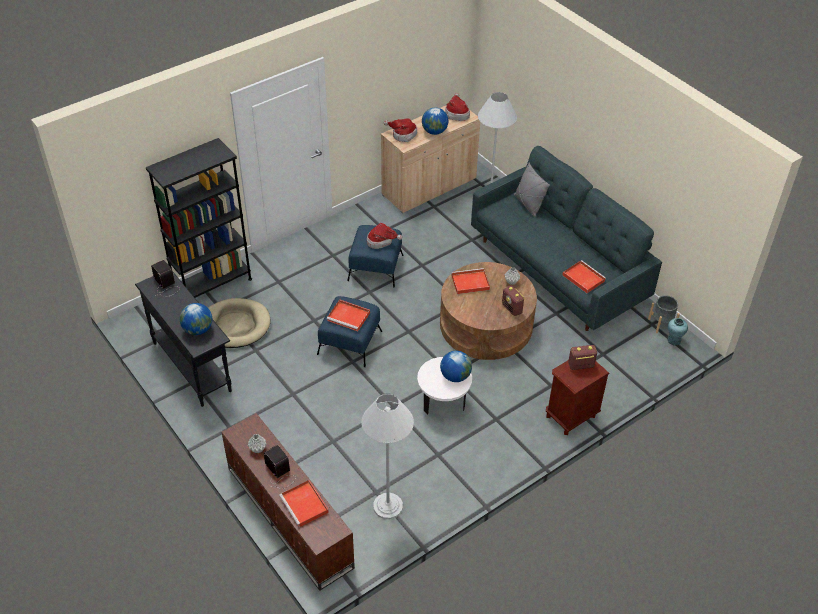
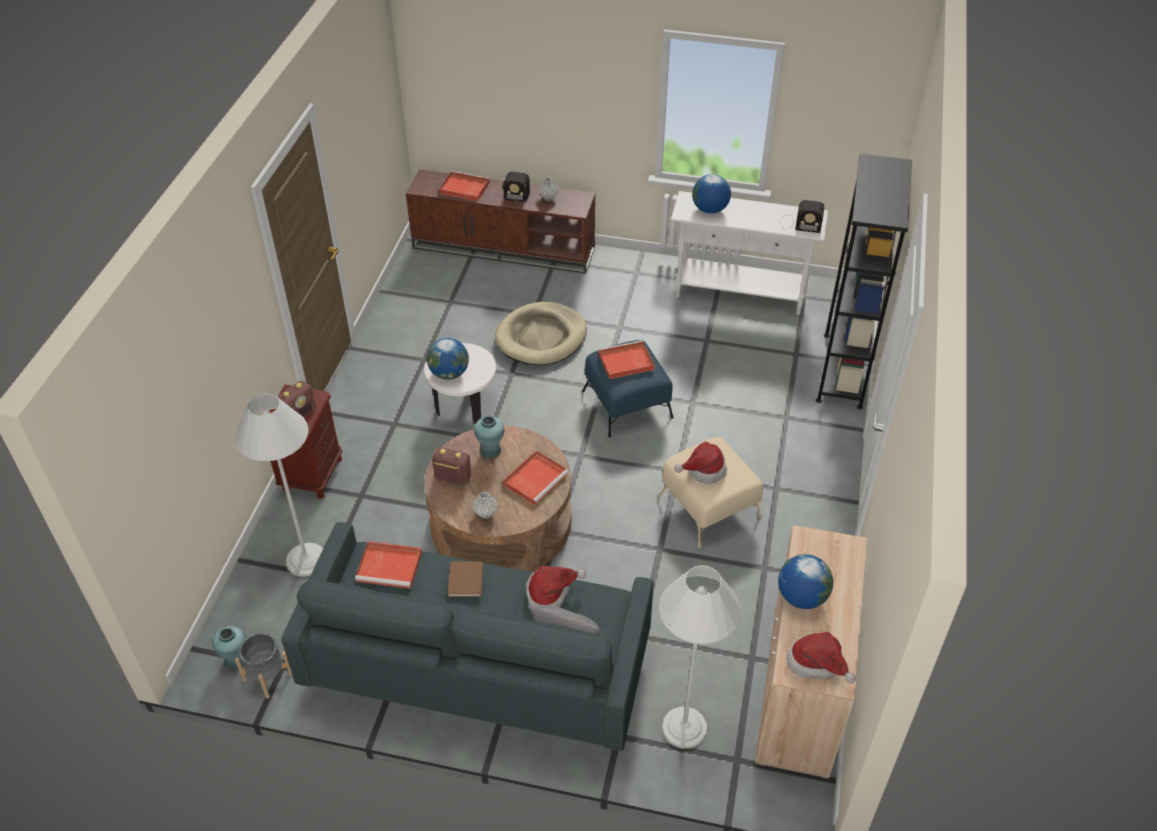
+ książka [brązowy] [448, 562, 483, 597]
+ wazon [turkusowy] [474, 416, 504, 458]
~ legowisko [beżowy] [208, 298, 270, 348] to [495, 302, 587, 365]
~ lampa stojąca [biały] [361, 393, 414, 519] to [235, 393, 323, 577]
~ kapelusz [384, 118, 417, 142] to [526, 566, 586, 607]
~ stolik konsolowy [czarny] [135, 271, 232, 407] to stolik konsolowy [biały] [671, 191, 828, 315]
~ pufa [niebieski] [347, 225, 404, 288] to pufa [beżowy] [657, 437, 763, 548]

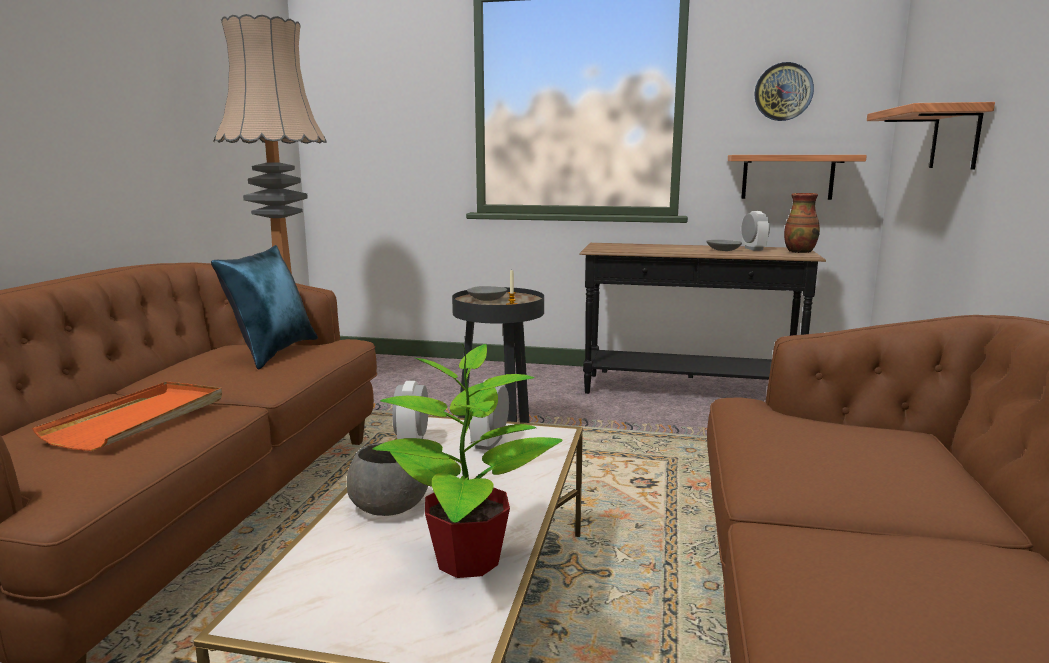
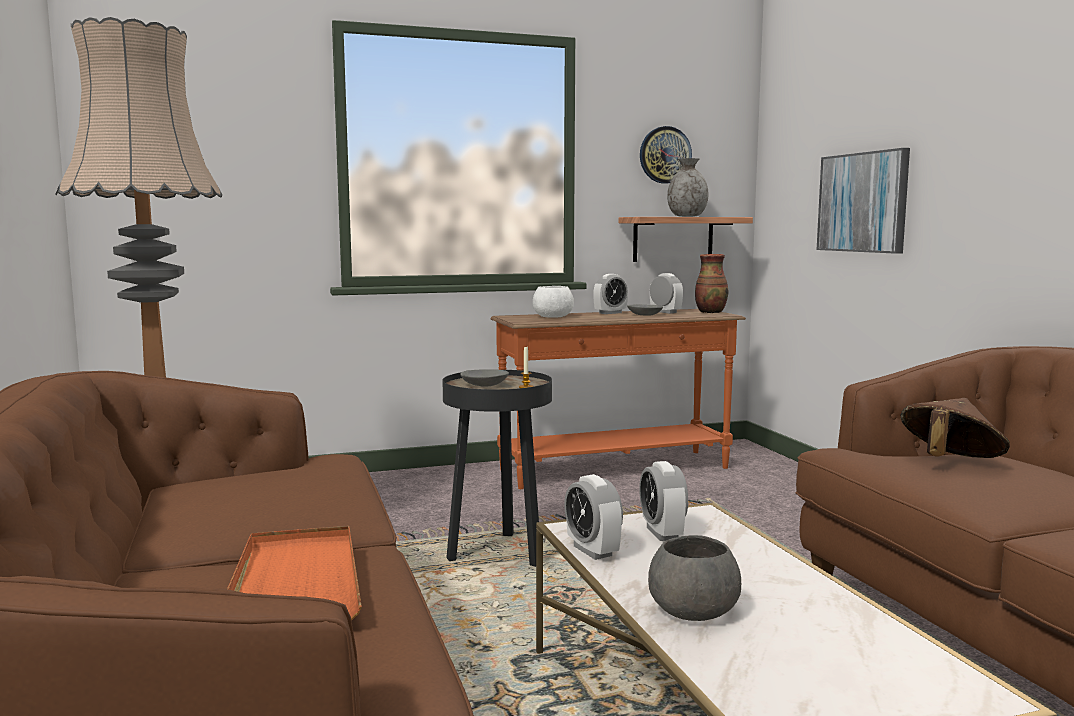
- poduszka [niebieski] [211, 245, 318, 370]
- roślina doniczkowa [372, 344, 563, 578]
+ miska [biały] [533, 286, 574, 318]
+ budzik [593, 274, 628, 314]
+ wazon [szary] [667, 158, 708, 217]
+ kapelusz [brązowy] [901, 398, 1010, 458]
~ półka [867, 102, 995, 170] to obraz [817, 148, 910, 254]
~ stolik konsolowy [czarny] [579, 243, 826, 394] to stolik konsolowy [pomarańczowy] [490, 309, 746, 489]

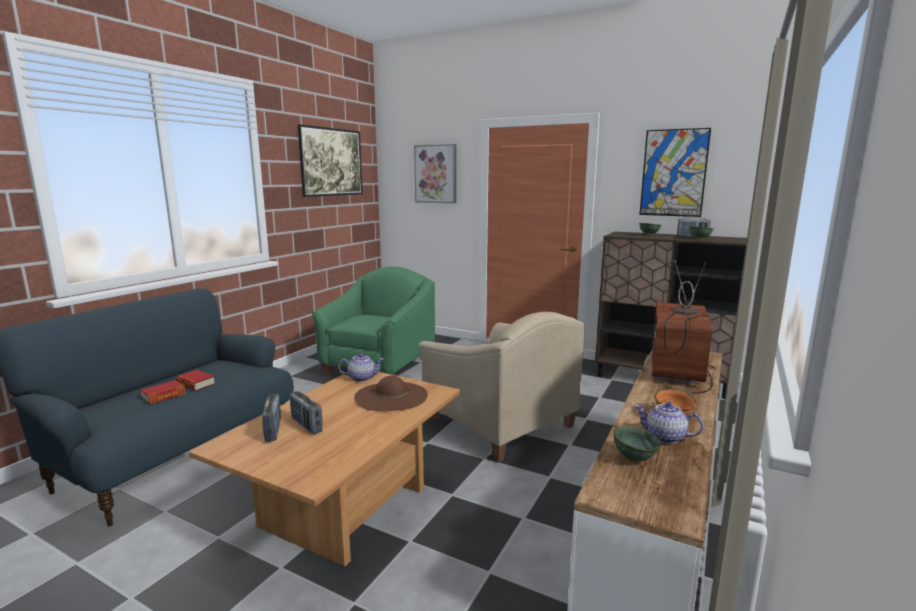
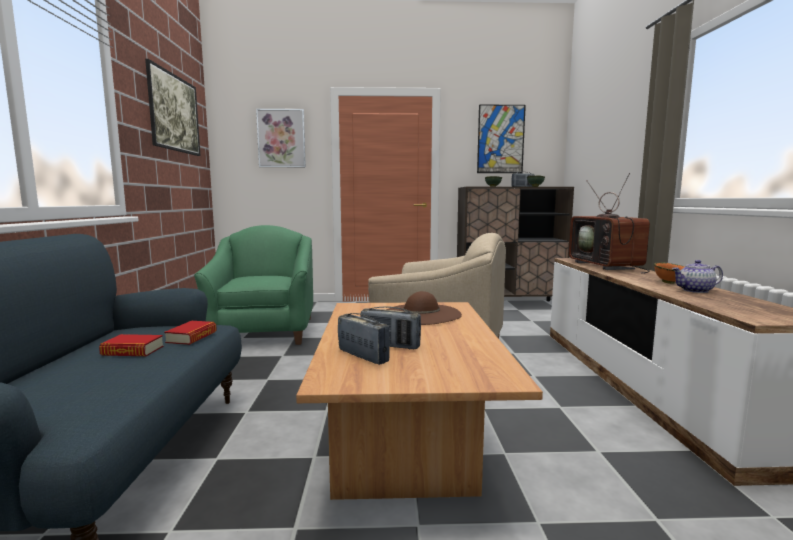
- imbryk [338, 353, 384, 382]
- miska [zielony] [613, 425, 661, 463]
~ książka [141, 380, 186, 404] to [164, 321, 217, 345]

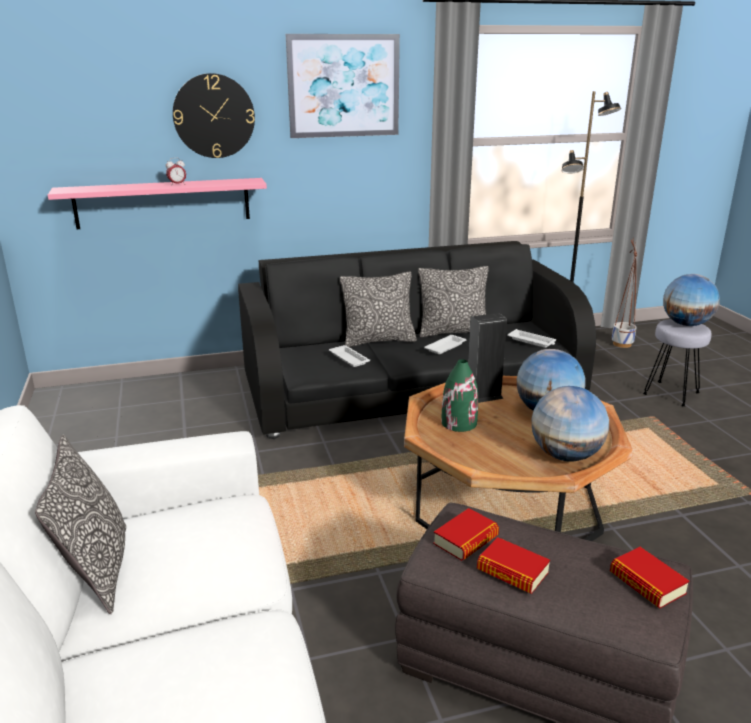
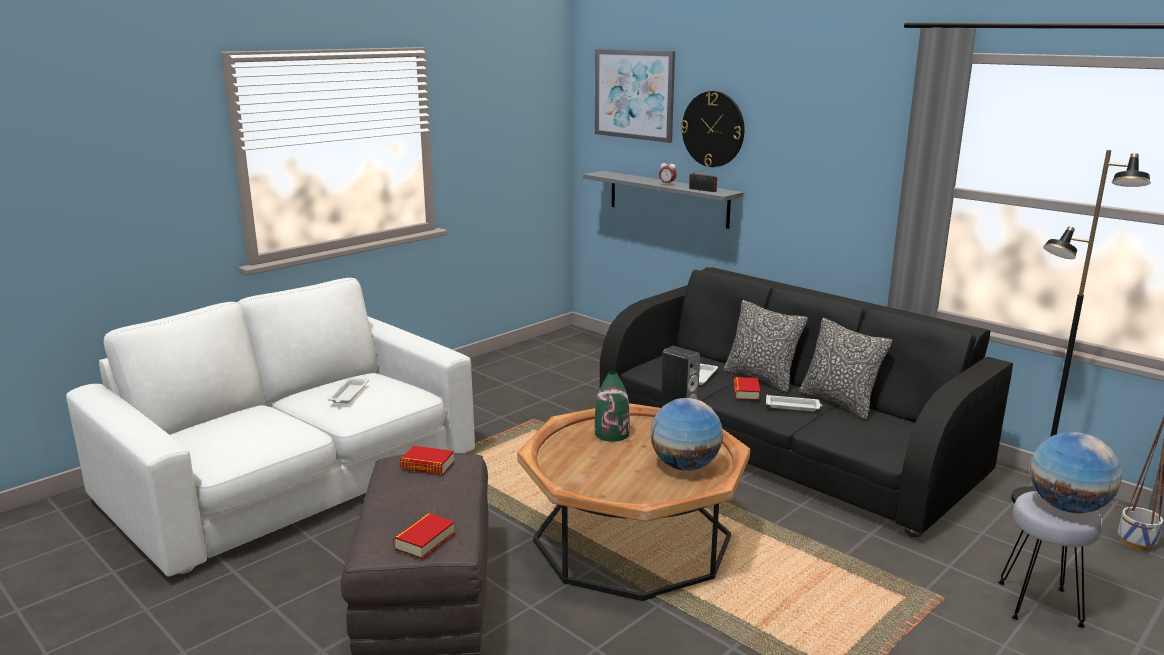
- poduszka [35, 434, 126, 614]
- globus [531, 386, 609, 462]
+ radio [689, 166, 718, 192]
~ obraz [286, 34, 400, 138] to [595, 49, 675, 143]
~ książka [477, 537, 550, 594] to [734, 377, 760, 400]
~ taca [biały] [508, 329, 556, 348] to [328, 378, 369, 404]
~ półka [różowy] [48, 178, 267, 229] to półka [szary] [583, 171, 744, 229]

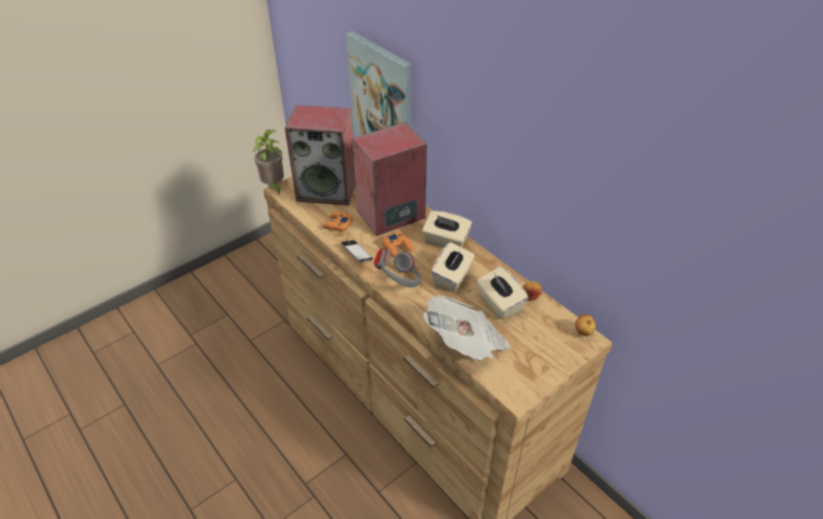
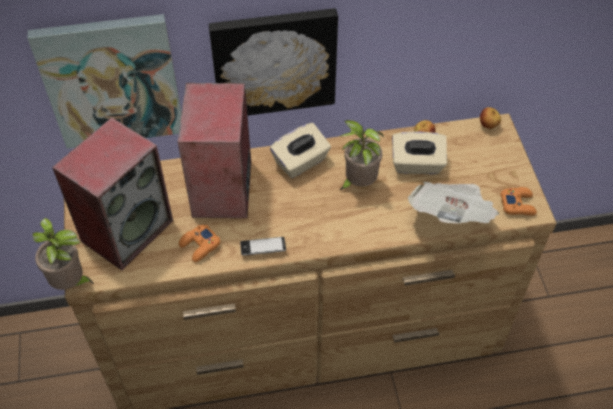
- słuchawki [szary] [374, 248, 421, 288]
+ obraz [209, 8, 338, 116]
~ pad do gier [pomarańczowy] [382, 232, 413, 258] to [500, 187, 537, 216]
~ pudełko chusteczek [beżowy] [431, 242, 475, 292] to roślina doniczkowa [340, 120, 384, 190]

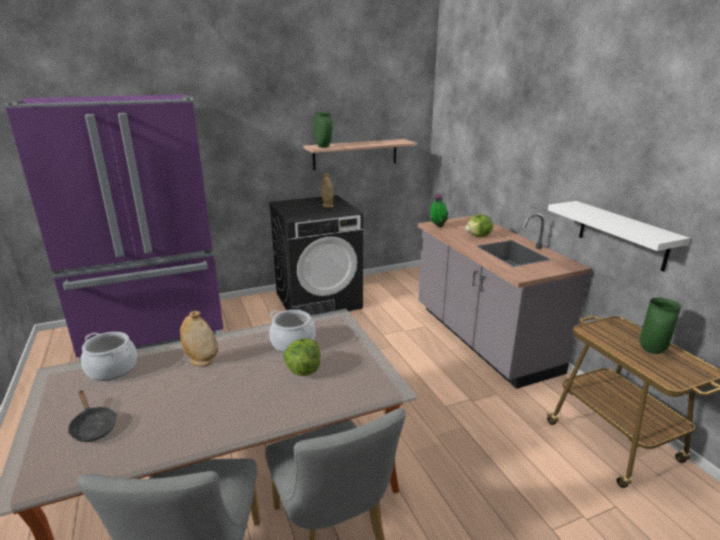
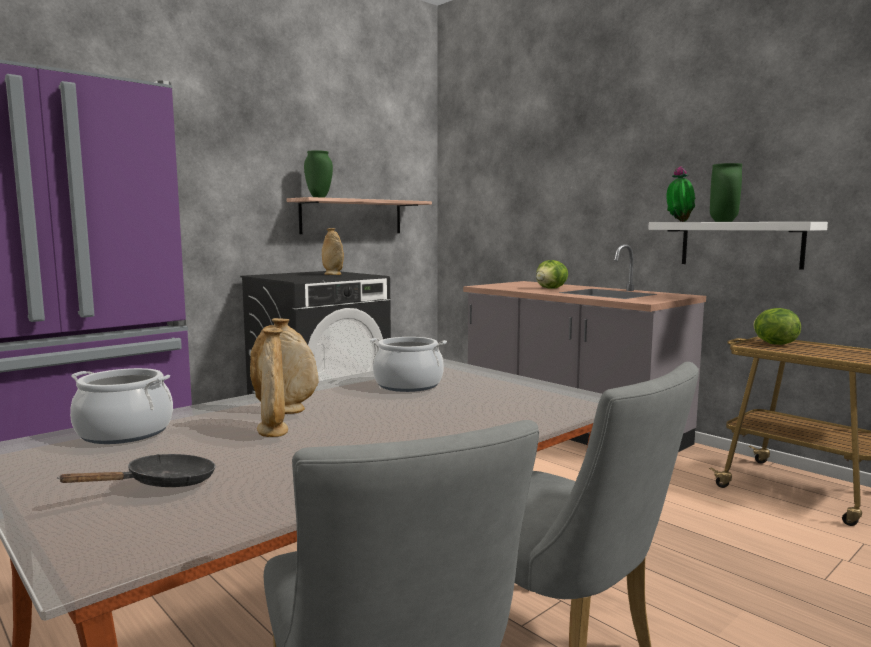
+ wazon [beżowy] [257, 328, 288, 437]
~ sałata [284, 339, 321, 376] to [753, 308, 801, 345]
~ roślina doniczkowa [430, 193, 449, 228] to [666, 166, 695, 222]
~ wazon [zielony] [640, 298, 681, 354] to [710, 163, 742, 222]
~ patelnia [czarny] [68, 390, 116, 442] = [57, 454, 216, 487] 75 degrees counterclockwise

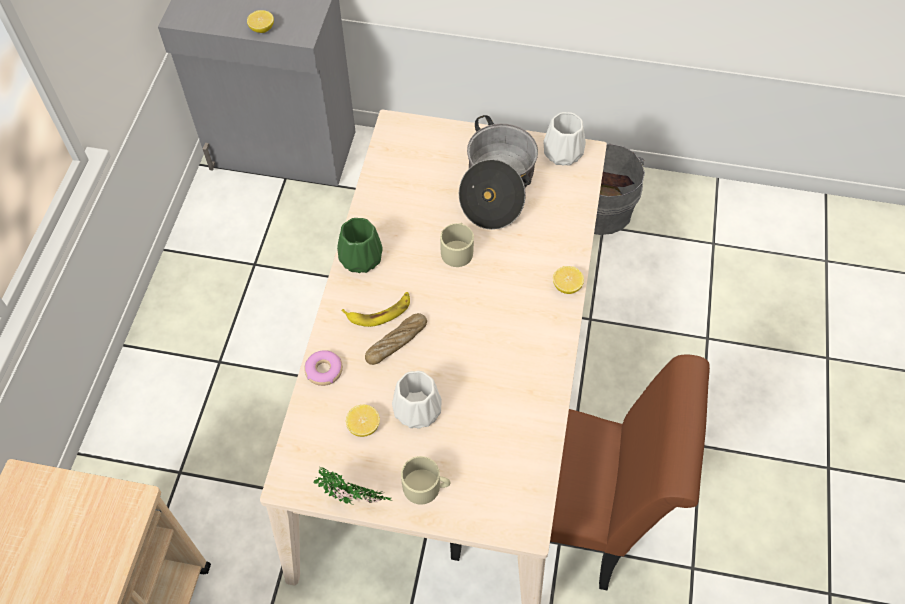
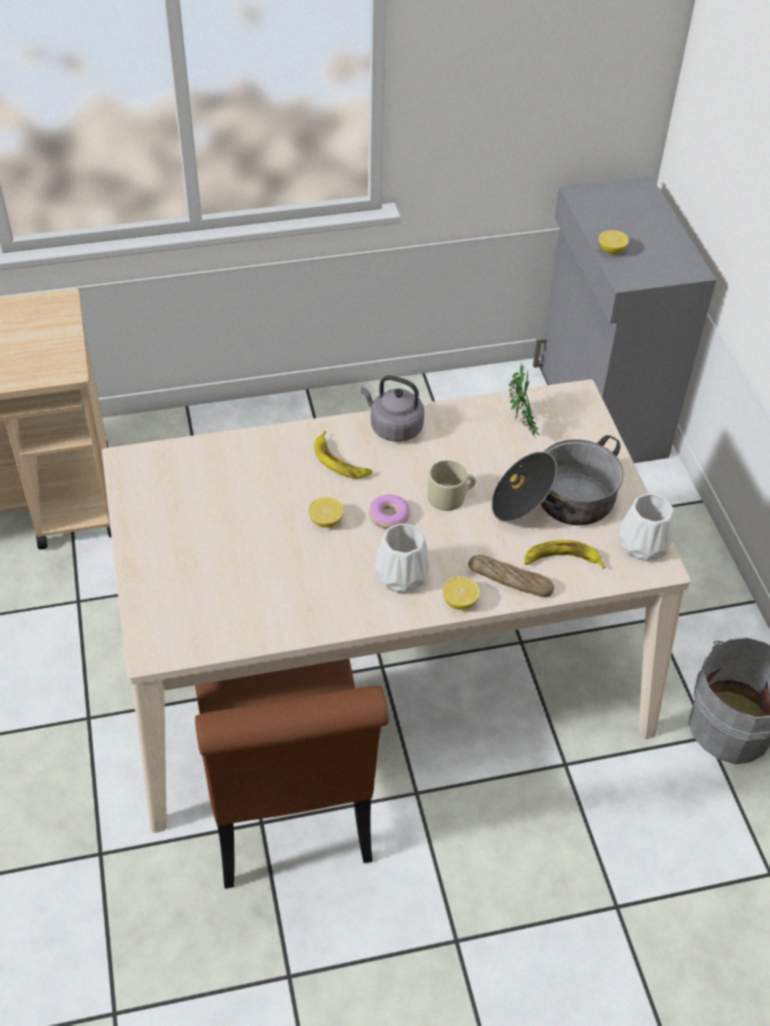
- kubek [beżowy] [401, 456, 451, 505]
+ banan [524, 540, 606, 569]
~ donut [304, 350, 343, 386] to [369, 495, 410, 529]
~ roślina doniczkowa [314, 466, 393, 505] to [509, 364, 539, 437]
~ cytryna [346, 405, 380, 437] to [308, 497, 344, 528]
~ chleb [365, 313, 427, 365] to [468, 555, 554, 597]
~ wazon [biały] [392, 371, 442, 429] to [375, 524, 430, 593]
~ wazon [zielony] [337, 218, 382, 273] to czajnik [szary] [361, 376, 424, 442]

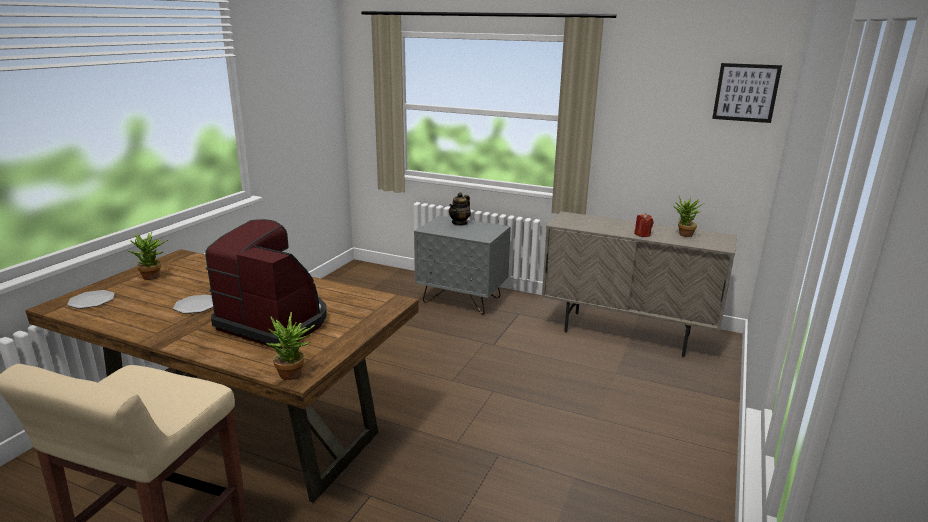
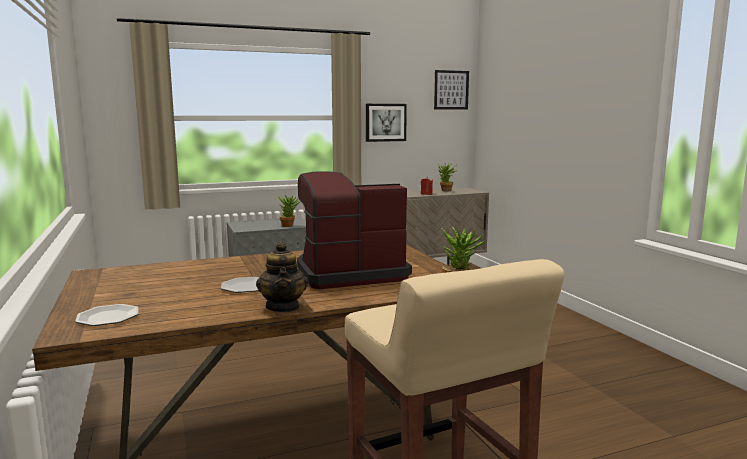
+ obraz [366, 104, 407, 142]
~ roślina doniczkowa [129, 232, 168, 280] to [278, 195, 301, 227]
~ imbryk [449, 192, 471, 226] to [256, 241, 308, 312]

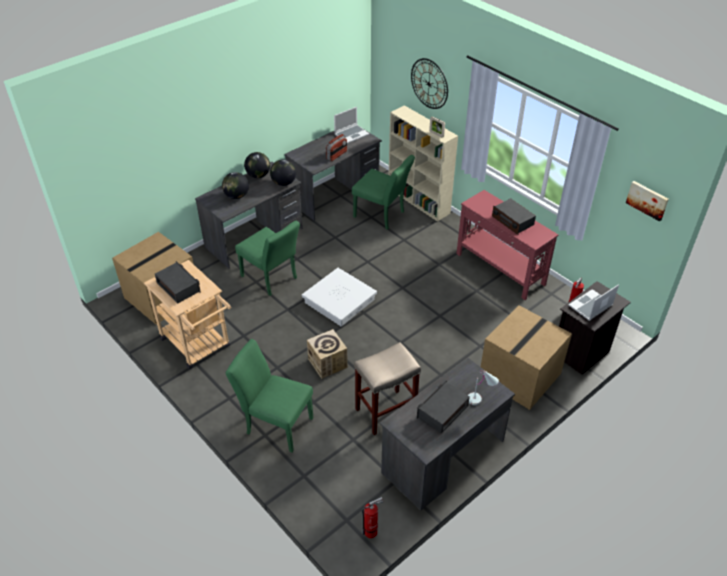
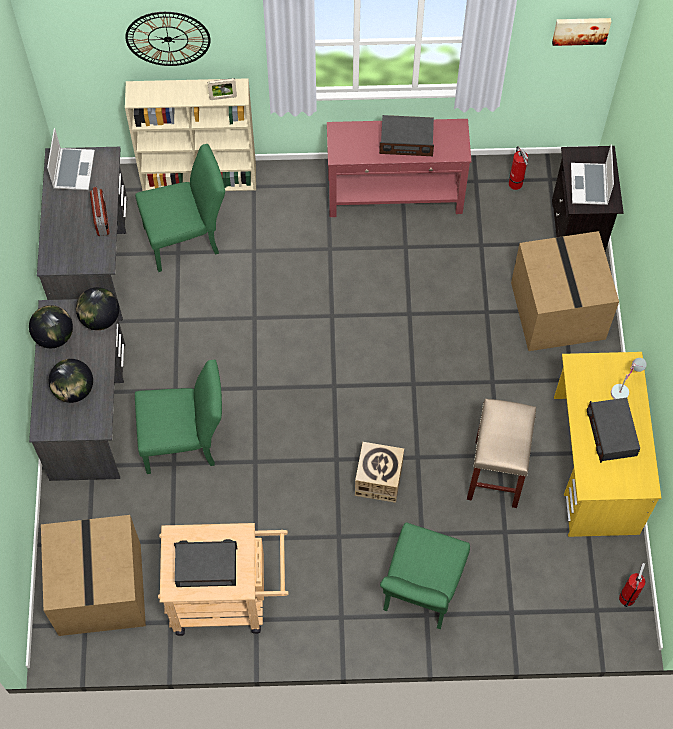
- pojemnik do przechowywania [biały] [302, 268, 377, 327]
~ biurko [szary] [380, 358, 515, 510] to biurko [żółty] [554, 352, 661, 537]
~ krzesło [zielony] [226, 339, 313, 452] = [380, 522, 470, 629] 45 degrees counterclockwise

